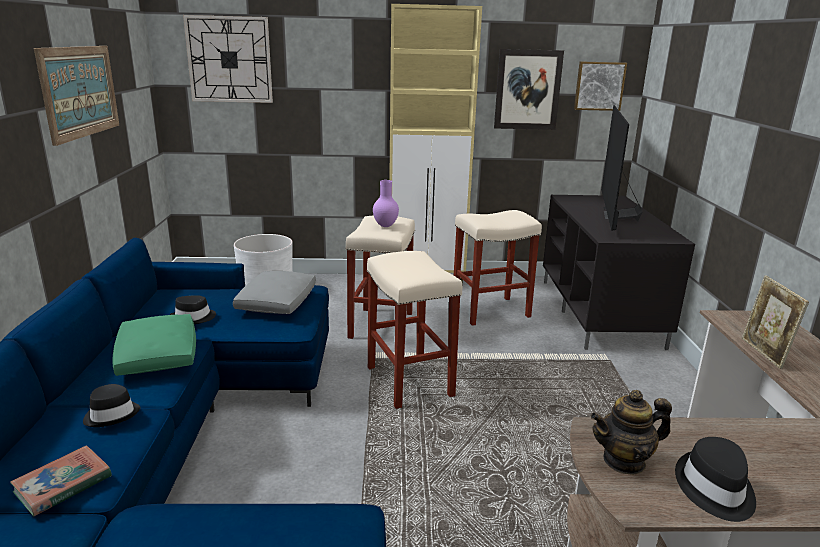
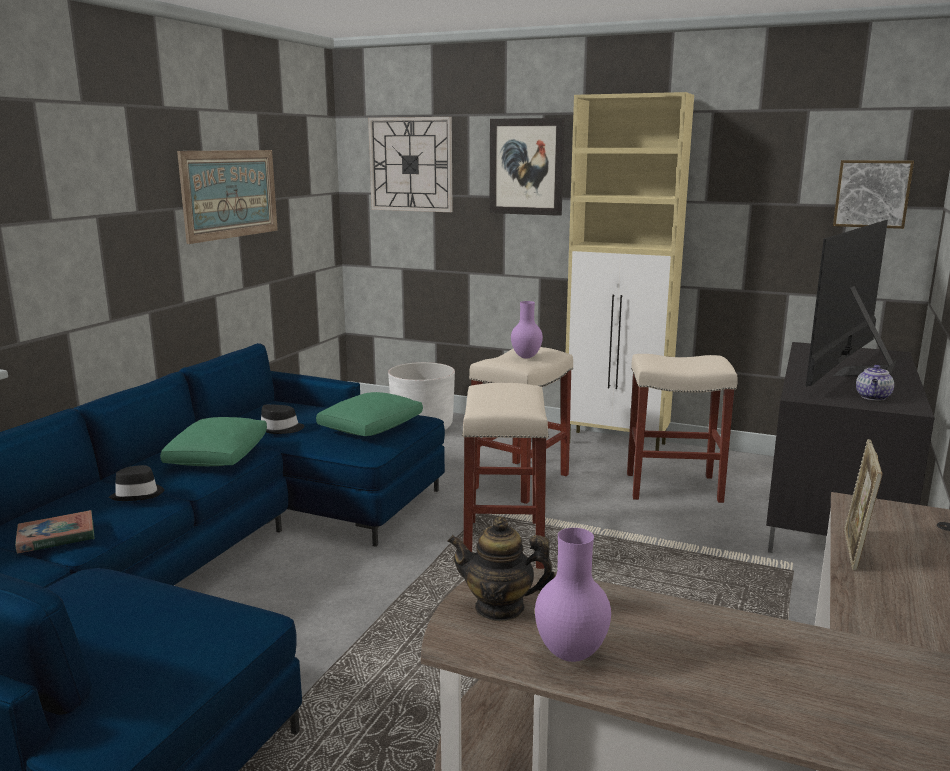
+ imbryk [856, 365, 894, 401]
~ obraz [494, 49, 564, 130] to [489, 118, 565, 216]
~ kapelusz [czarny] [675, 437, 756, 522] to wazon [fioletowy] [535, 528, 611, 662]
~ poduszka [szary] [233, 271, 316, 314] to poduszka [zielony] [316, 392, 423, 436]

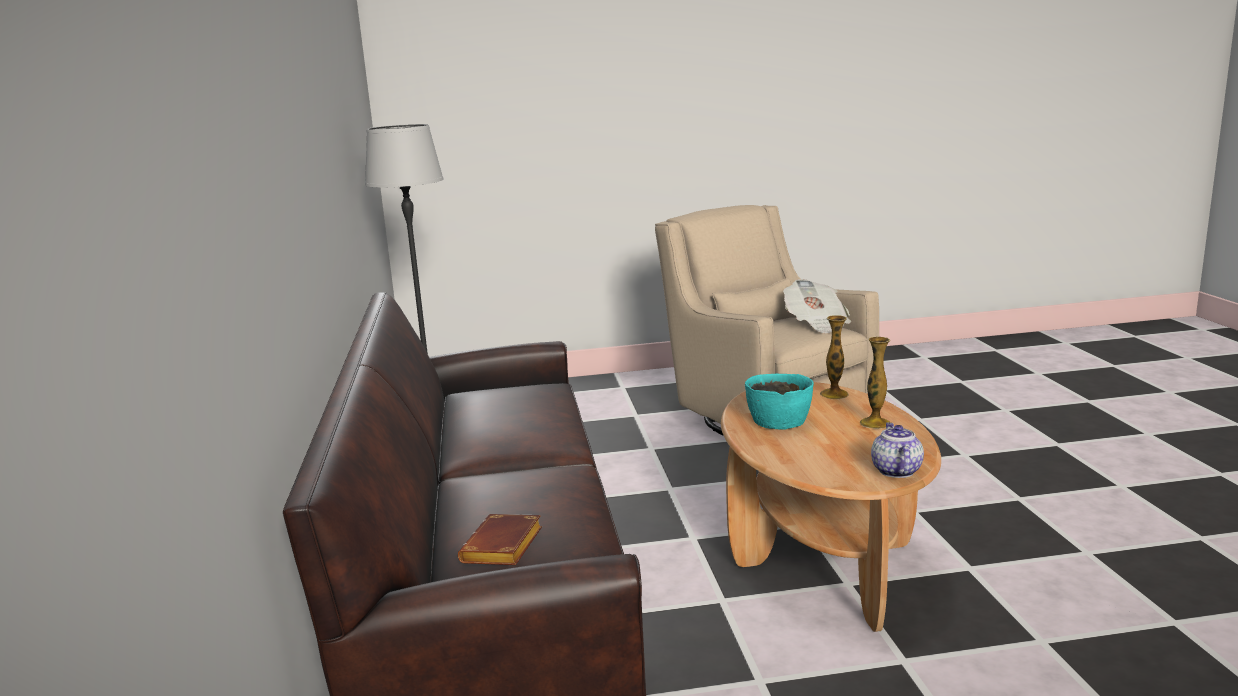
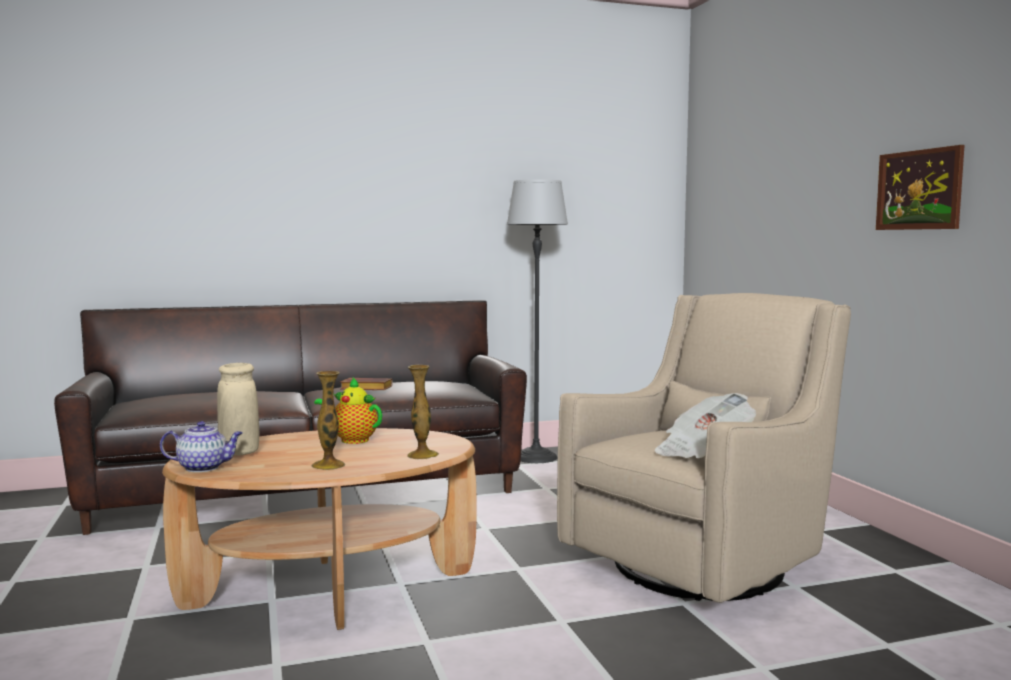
+ wazon [beżowy] [217, 363, 259, 456]
+ obraz [876, 145, 965, 230]
~ książka [brązowy] [458, 514, 542, 565] to [340, 378, 392, 390]
~ miska [turkusowy] [745, 374, 814, 430] to imbryk [314, 377, 382, 444]

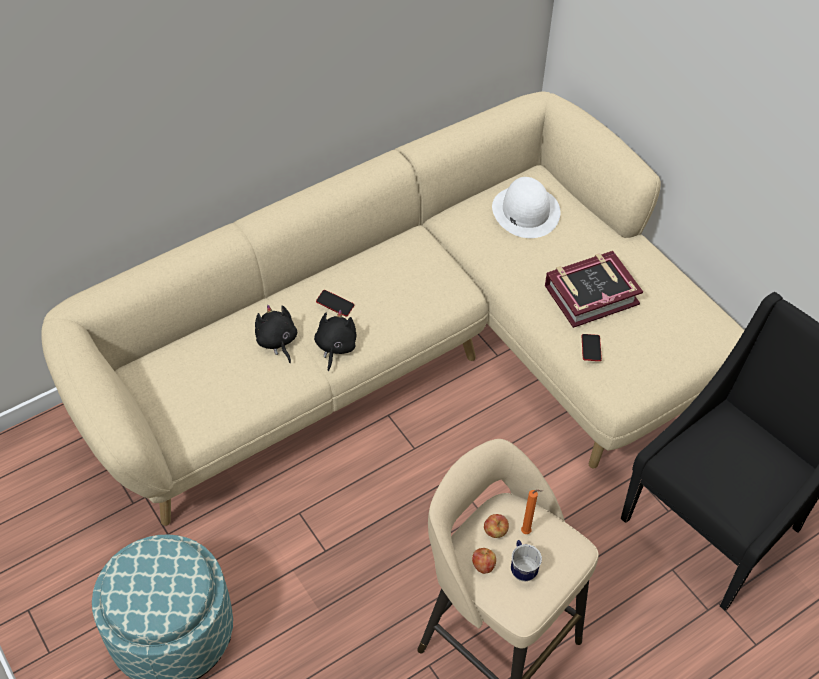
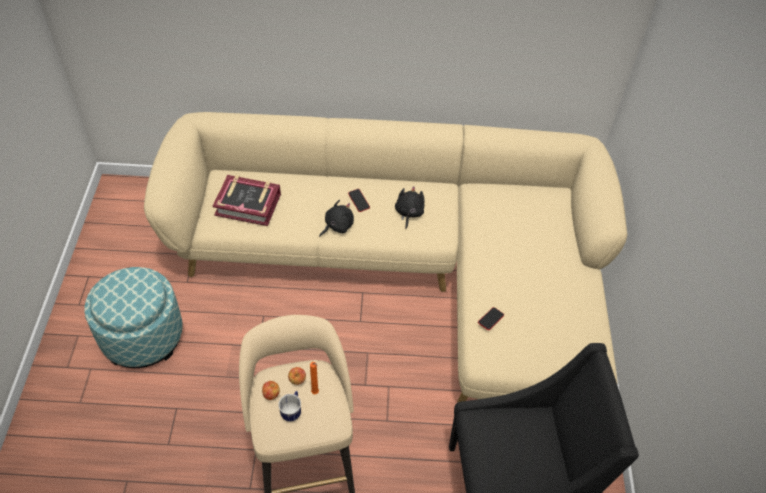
- kapelusz [biały] [492, 177, 560, 238]
~ pluszak [czarny] [255, 305, 297, 363] to [395, 186, 425, 229]
~ książka [545, 251, 643, 328] to [213, 175, 281, 226]

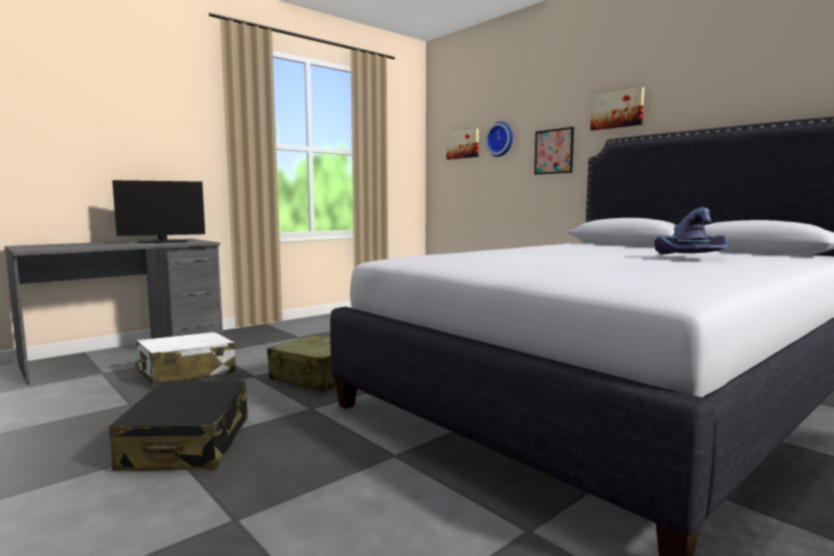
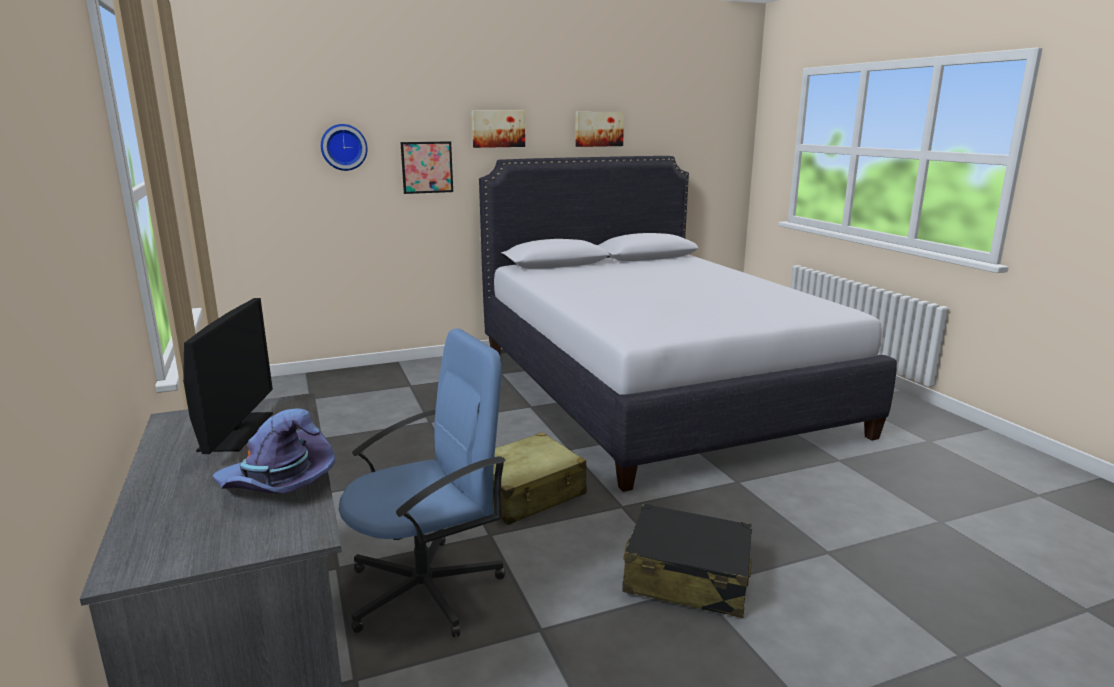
~ obraz [447, 129, 479, 160] to [575, 112, 624, 147]
~ kapelusz [fioletowy] [654, 207, 728, 255] to [212, 408, 335, 494]
~ walizka [biały] [135, 332, 236, 385] to krzesło biurowe [niebieski] [339, 328, 506, 637]

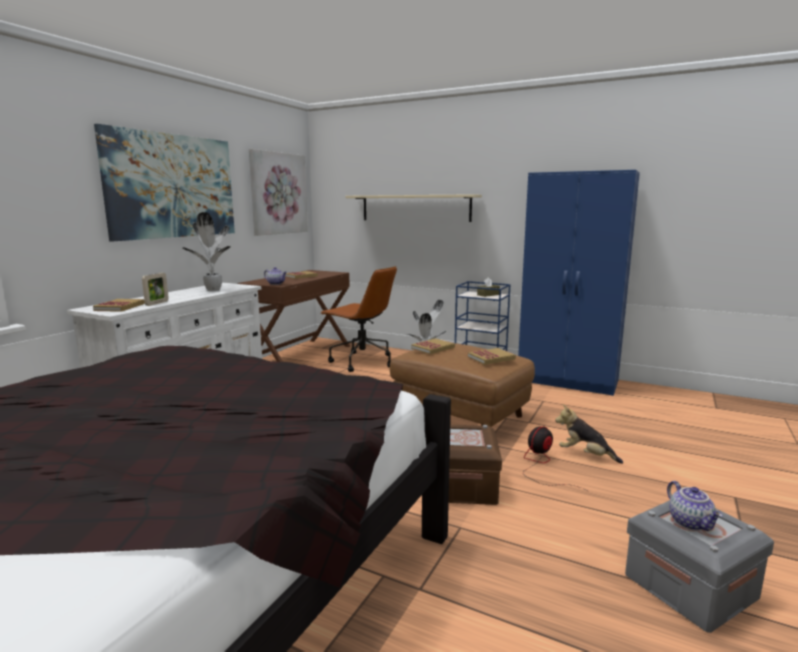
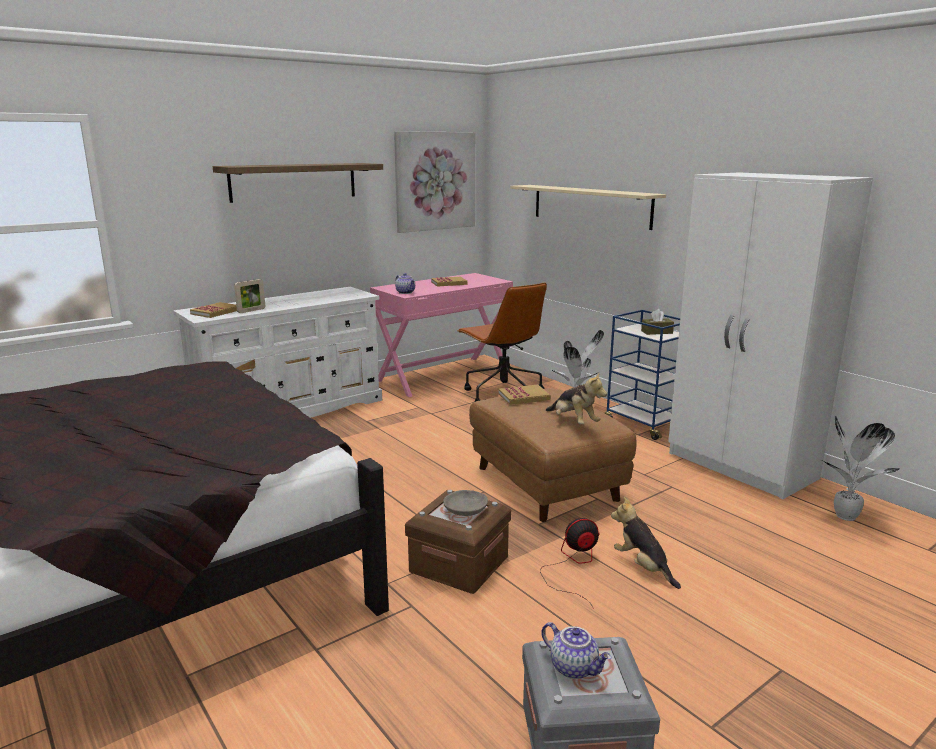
+ miska [szary] [443, 490, 488, 516]
~ roślina doniczkowa [182, 212, 231, 291] to [821, 416, 900, 521]
~ obraz [94, 124, 235, 242] to półka [212, 163, 383, 203]
~ książka [468, 348, 516, 365] to pluszak [546, 372, 607, 424]
~ biurko [brązowy] [237, 270, 350, 362] to biurko [różowy] [370, 273, 513, 397]
~ szafa [niebieski] [518, 170, 640, 396] to szafa [biały] [668, 173, 873, 499]
~ imbryk [667, 481, 723, 531] = [541, 622, 611, 679] 60 degrees counterclockwise

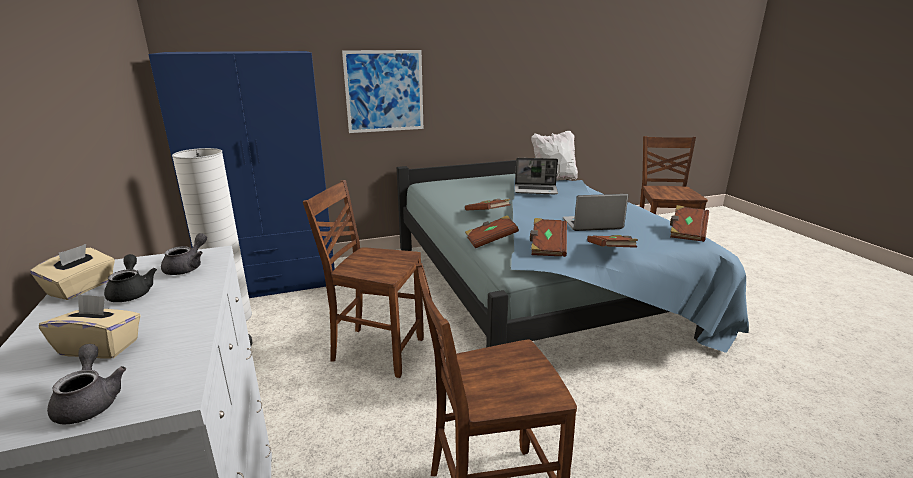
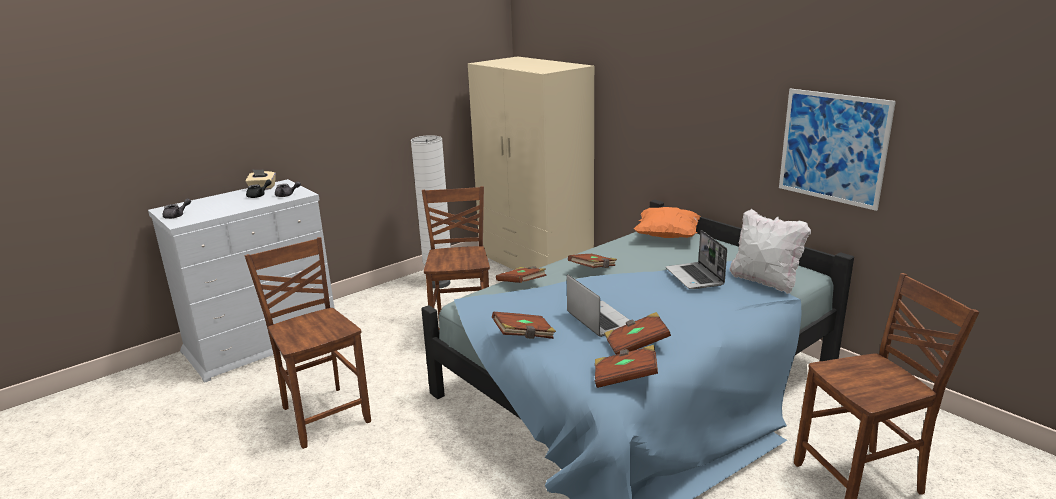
- pudełko chusteczek [beżowy] [39, 294, 141, 359]
+ poduszka [pomarańczowy] [633, 207, 701, 238]
~ obraz [342, 50, 423, 133] to [779, 88, 896, 211]
~ książka [brązowy] [530, 218, 567, 257] to [604, 312, 671, 355]
~ szafa [niebieski] [148, 51, 336, 298] to szafa [beżowy] [468, 56, 594, 270]

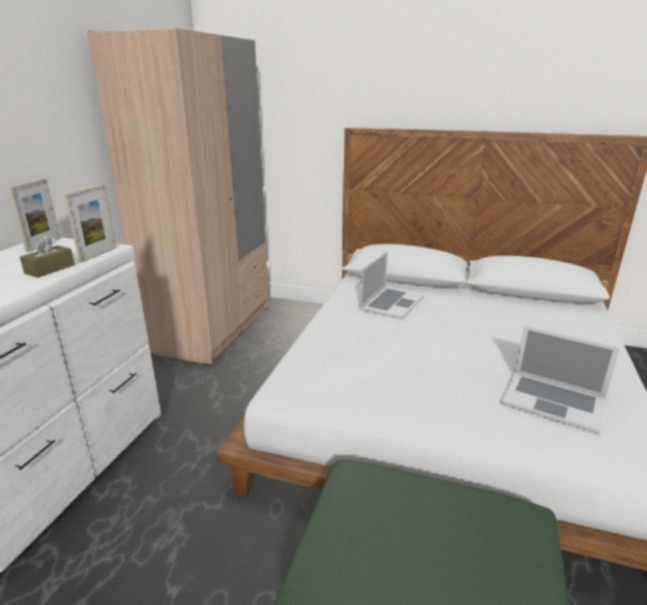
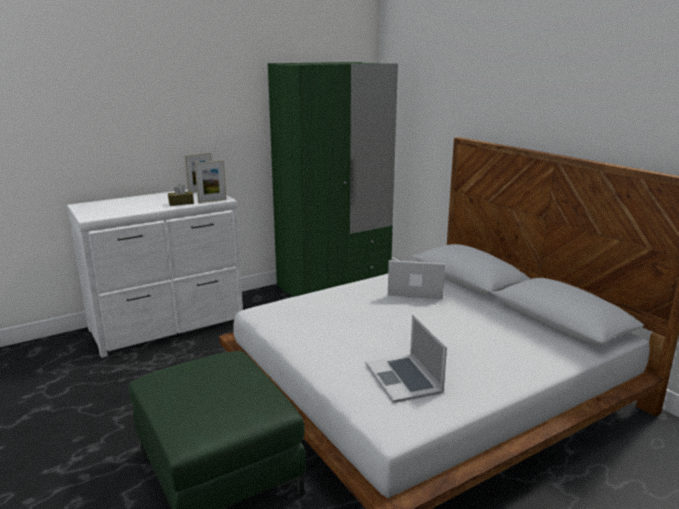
~ szafa [beżowy] [87, 28, 268, 366] to szafa [zielony] [268, 62, 398, 297]
~ laptop [360, 251, 424, 320] = [388, 260, 445, 299] 150 degrees counterclockwise

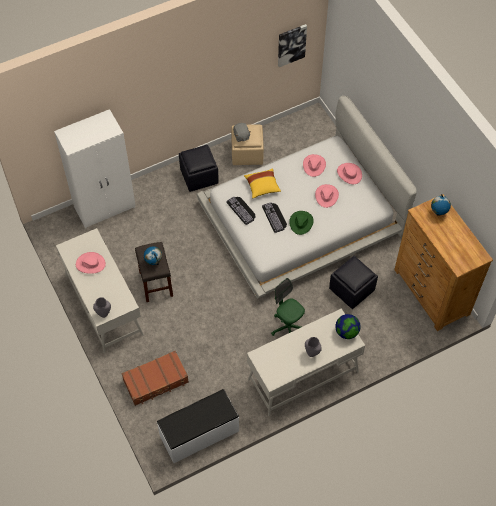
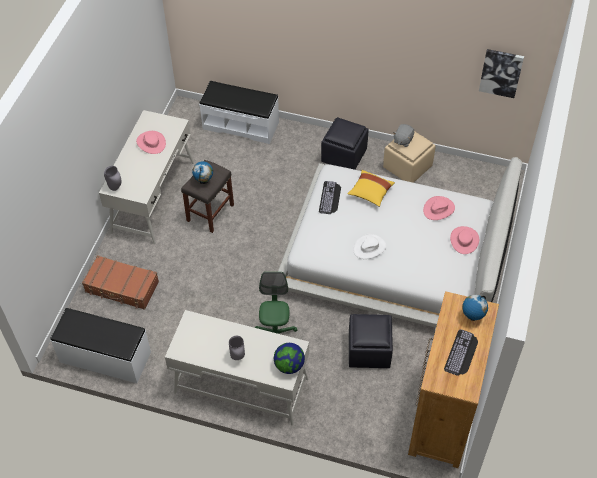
- kapelusz [różowy] [315, 184, 339, 208]
~ klawiatura [262, 203, 287, 233] to [444, 329, 478, 376]
~ szafa [biały] [54, 109, 136, 229] to ławka [biały] [199, 81, 279, 144]
~ kapelusz [zielony] [289, 211, 314, 235] to kapelusz [biały] [353, 234, 386, 259]

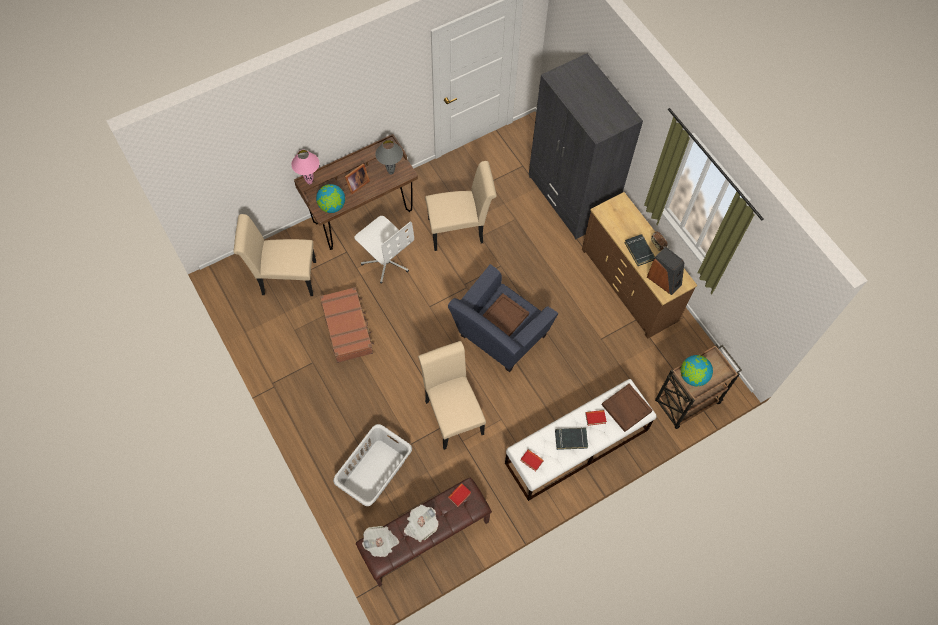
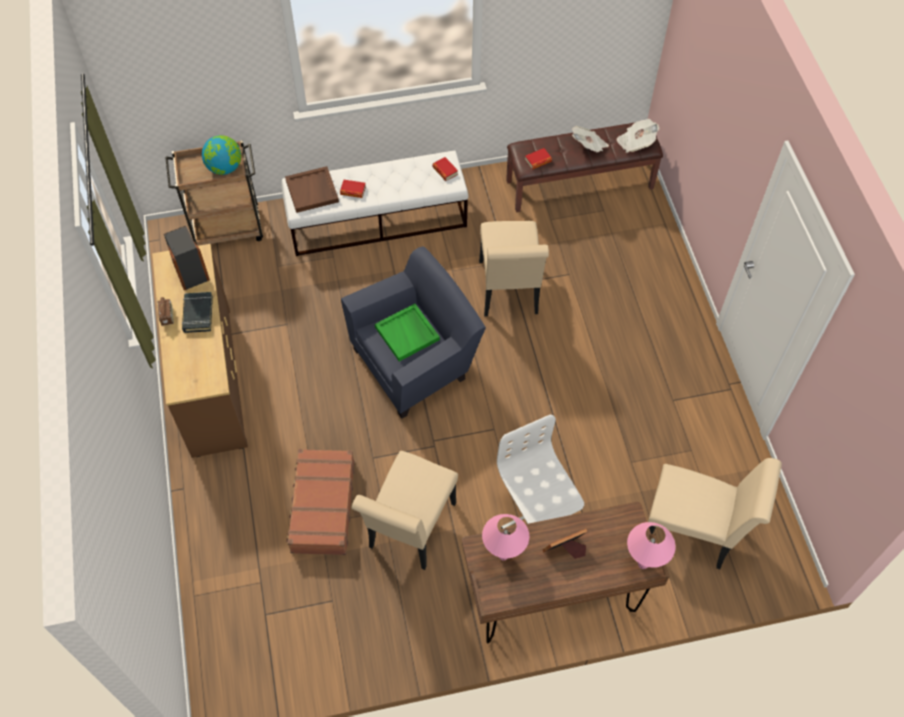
- globus [316, 184, 345, 213]
- kosz na pranie [szary] [333, 424, 412, 506]
- szafa [szary] [529, 54, 643, 240]
- książka [czarny] [555, 427, 588, 450]
~ walizka [brązowy] [320, 287, 374, 363] to [286, 449, 355, 555]
~ lampa stołowa [szary] [375, 140, 403, 175] to lampa stołowa [różowy] [482, 514, 529, 560]
~ taca [brązowy] [482, 293, 529, 337] to taca [zielony] [375, 304, 440, 361]
~ krzesło [beżowy] [425, 161, 497, 251] = [352, 451, 458, 570] 75 degrees counterclockwise

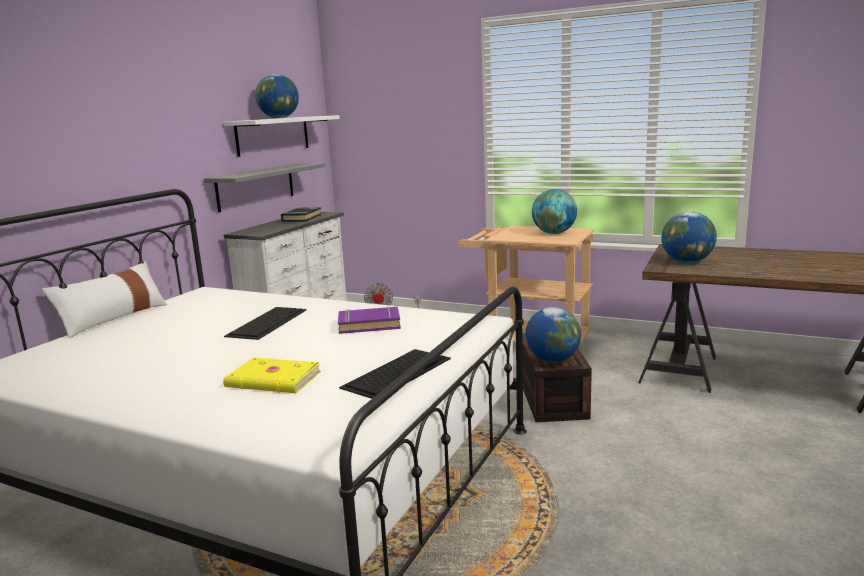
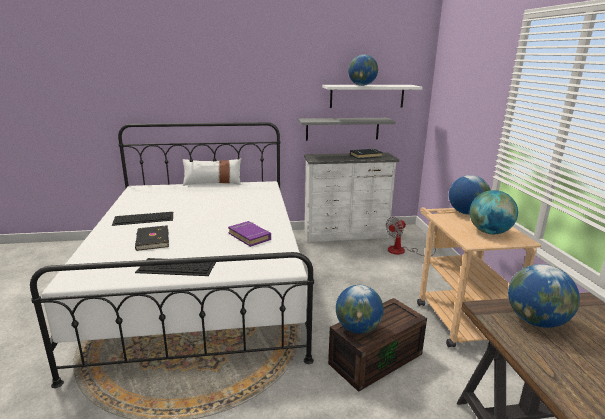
+ globus [449, 175, 491, 215]
~ klawiatura [224, 307, 307, 340] to [112, 212, 173, 226]
~ książka [żółty] [223, 358, 321, 393] to książka [czarny] [135, 225, 169, 251]

